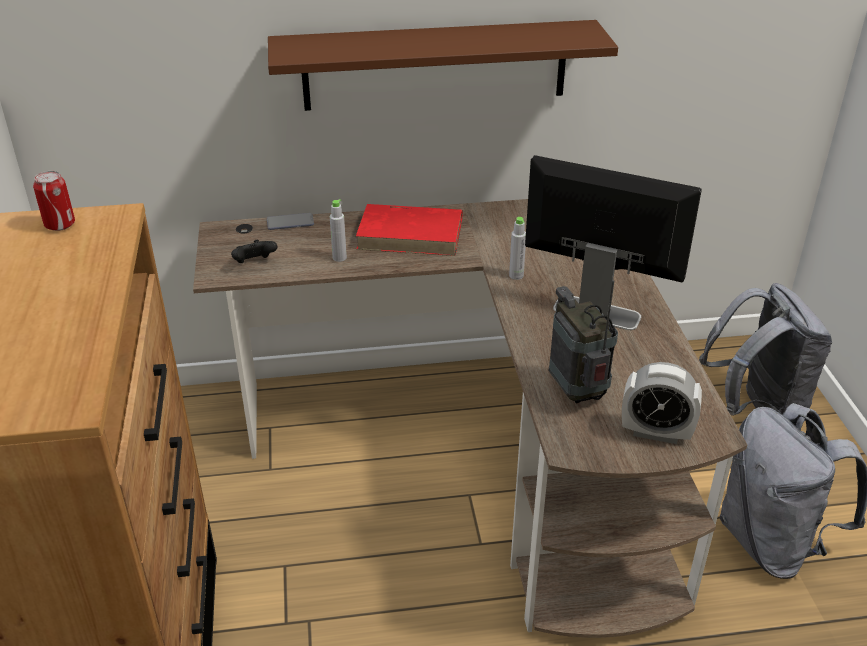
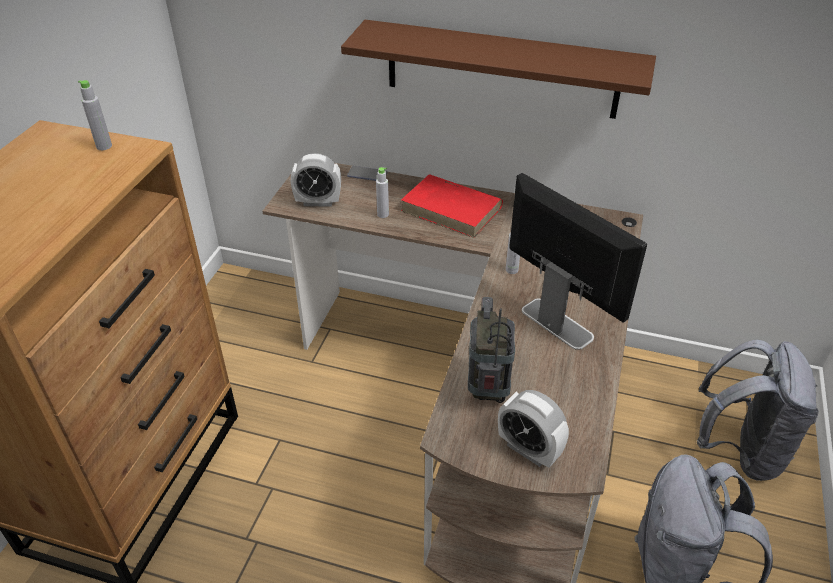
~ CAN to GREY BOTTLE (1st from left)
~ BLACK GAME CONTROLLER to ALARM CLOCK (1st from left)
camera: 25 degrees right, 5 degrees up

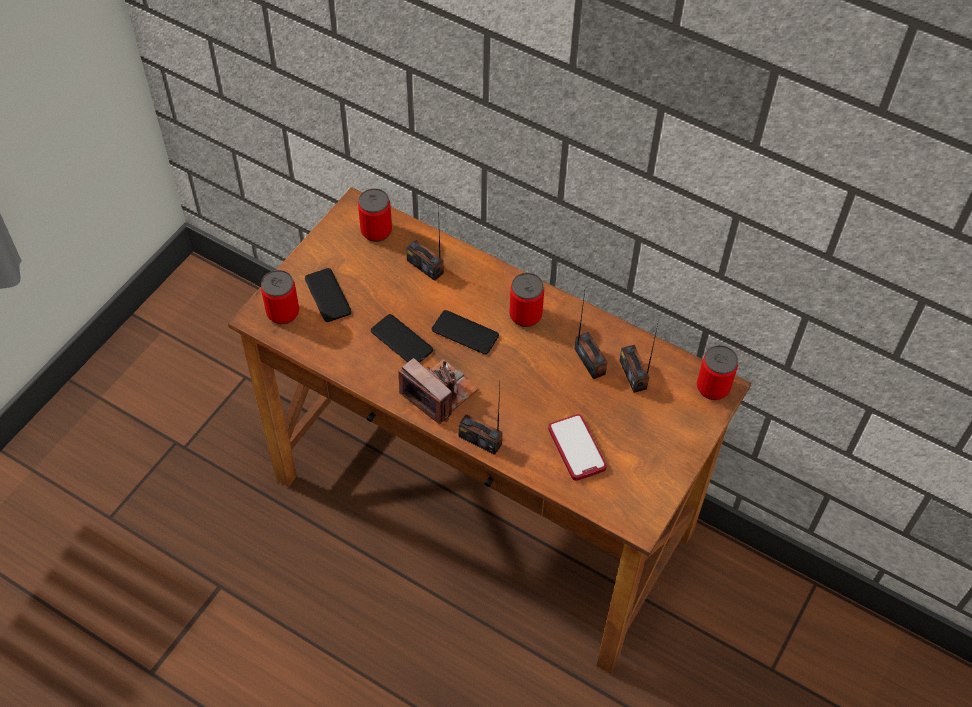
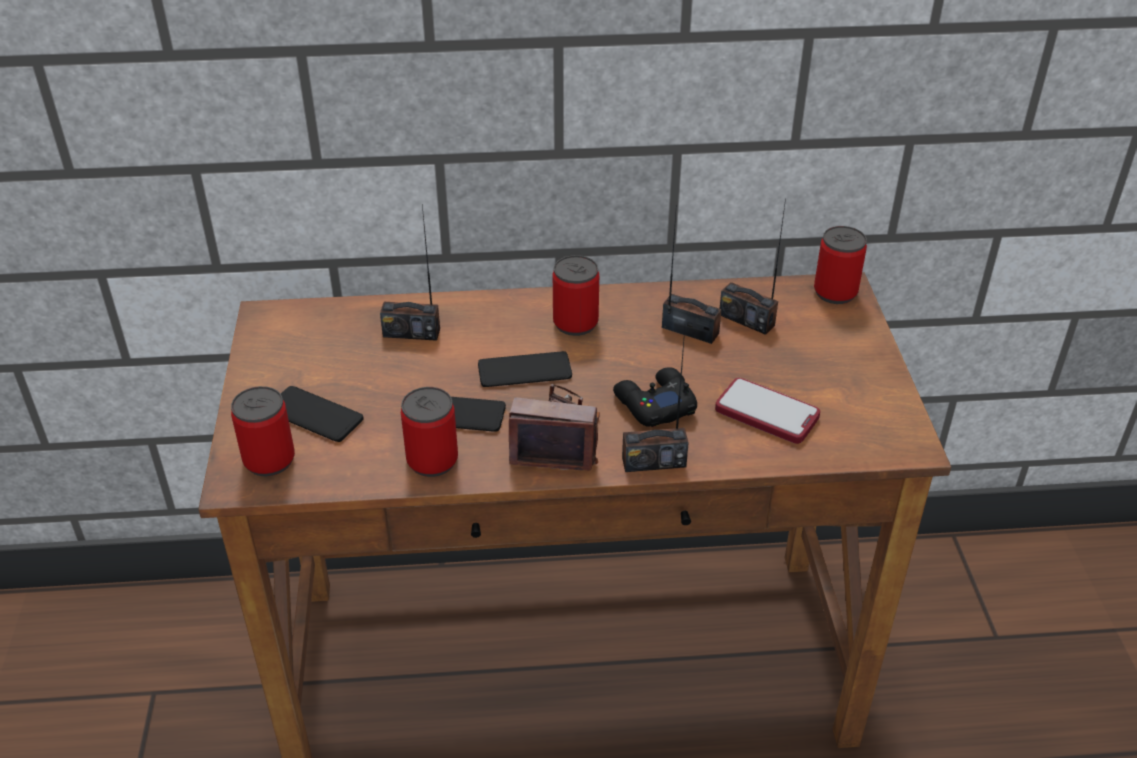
+ BLACK GAME CONTROLLER
~ CAN (2nd from left)
camera: 35 degrees left, 15 degrees down

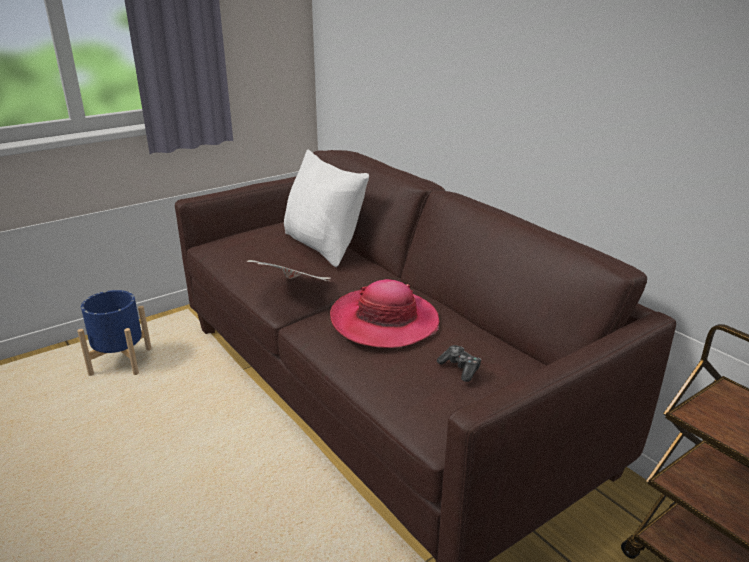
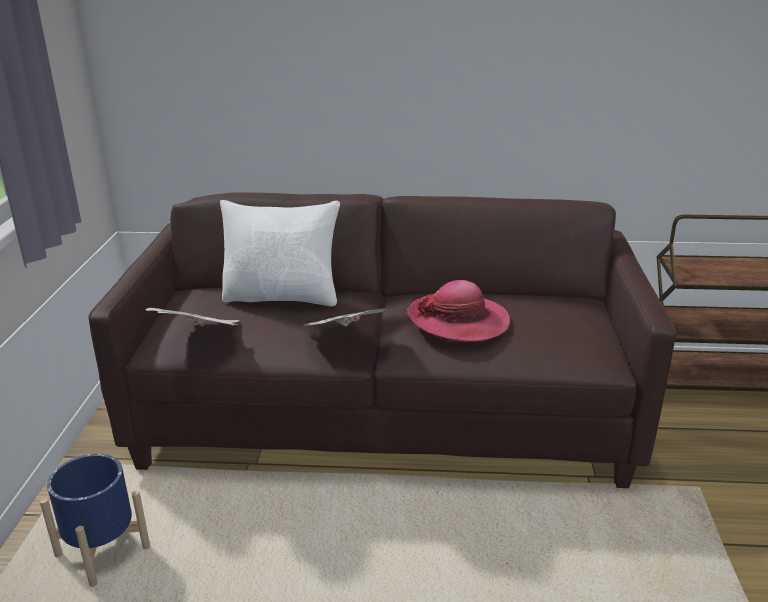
- GAME CONTROLLER
+ NEWSPAPER (1st from left)
camera: 50 degrees left, 0 degrees up

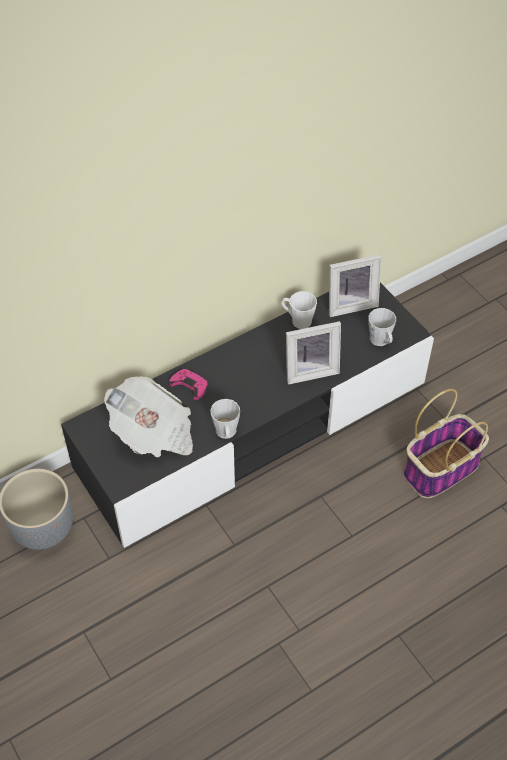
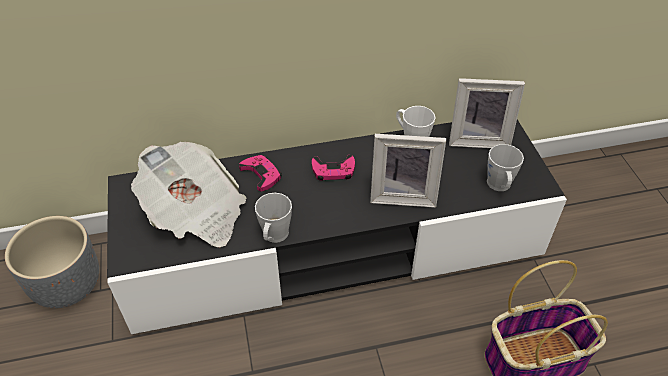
+ PINK GAME CONTROLLER (2nd from left)
camera: 20 degrees right, 5 degrees down

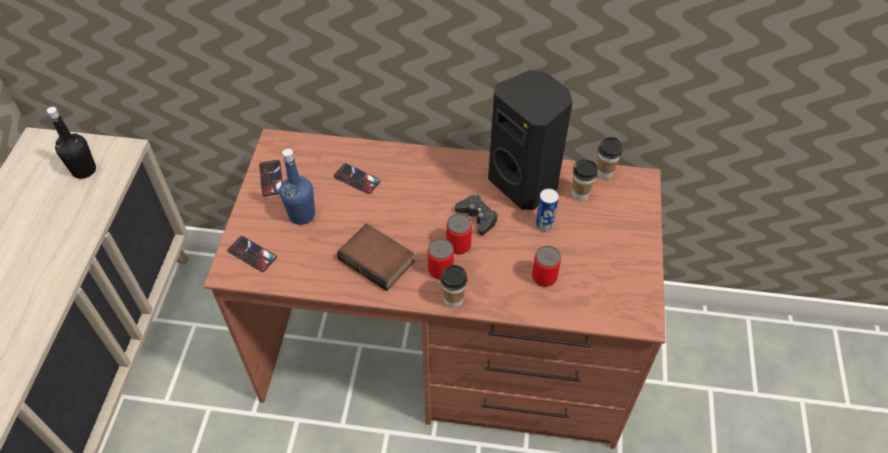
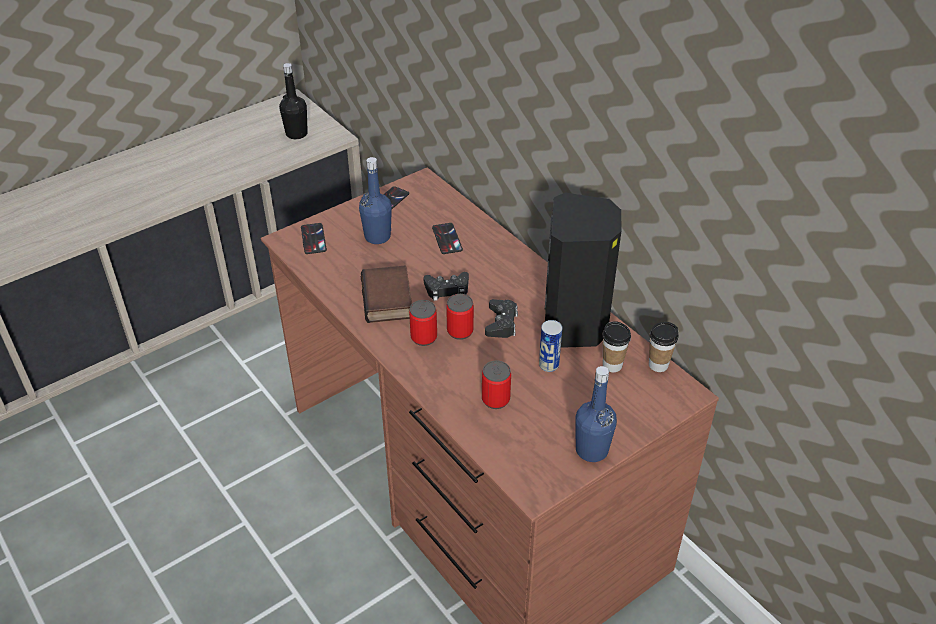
- CUP (1st from left)
+ BLACK GAME CONTROLLER (1st from left)
+ BLUE BOTTLE (2nd from left)
camera: 45 degrees right, 10 degrees down

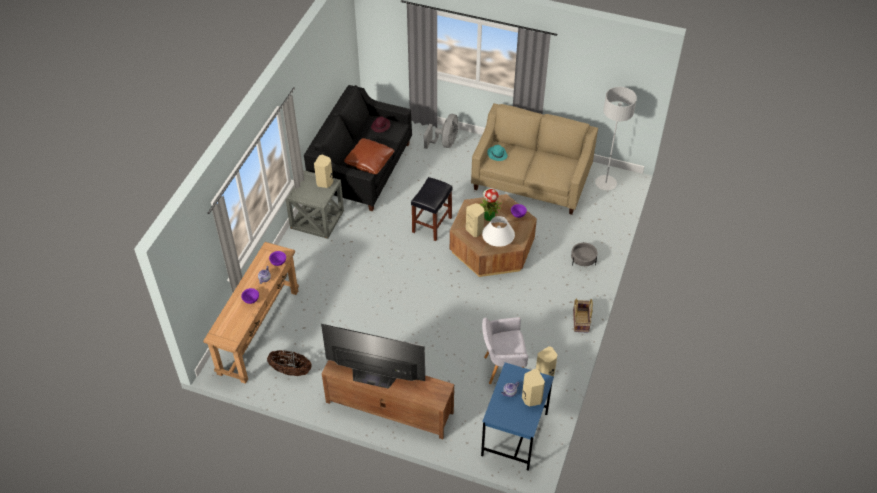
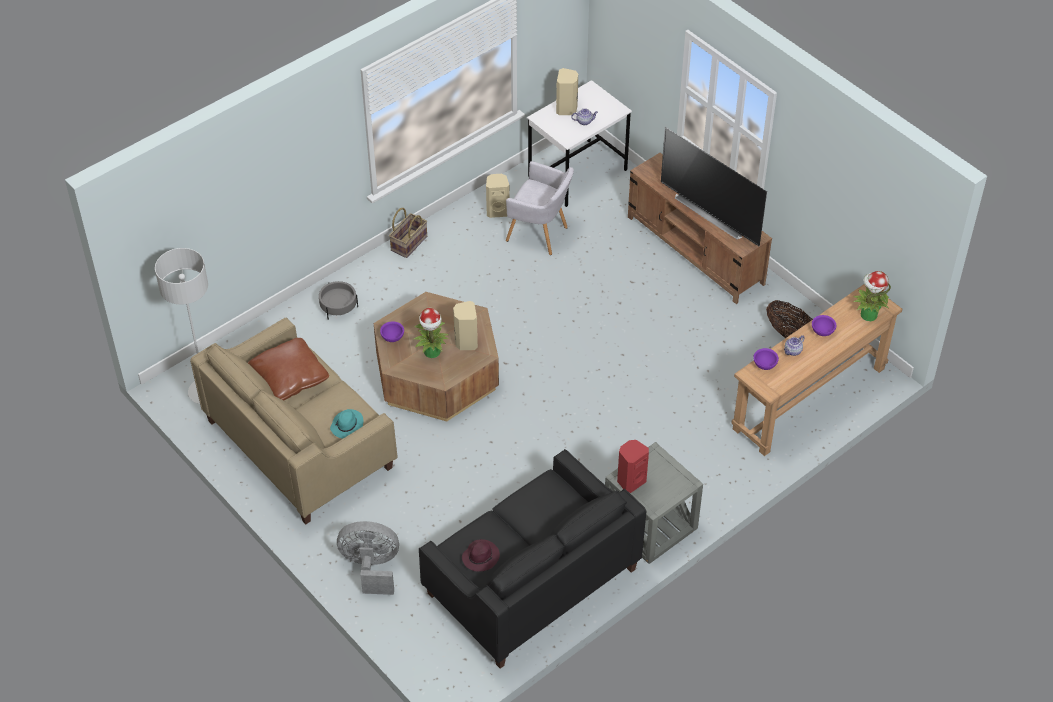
- BLACK STOOL
- WHITE TABLE LAMP
+ POTTED PLANT (2nd from left)
~ BROWN PILLOW
~ BEIGE SPEAKER (1st from left) to RED SPEAKER
~ BLUE DESK to WHITE DESK
~ GREY FAN 45 degrees clockwise
camera: 150 degrees left, 0 degrees up

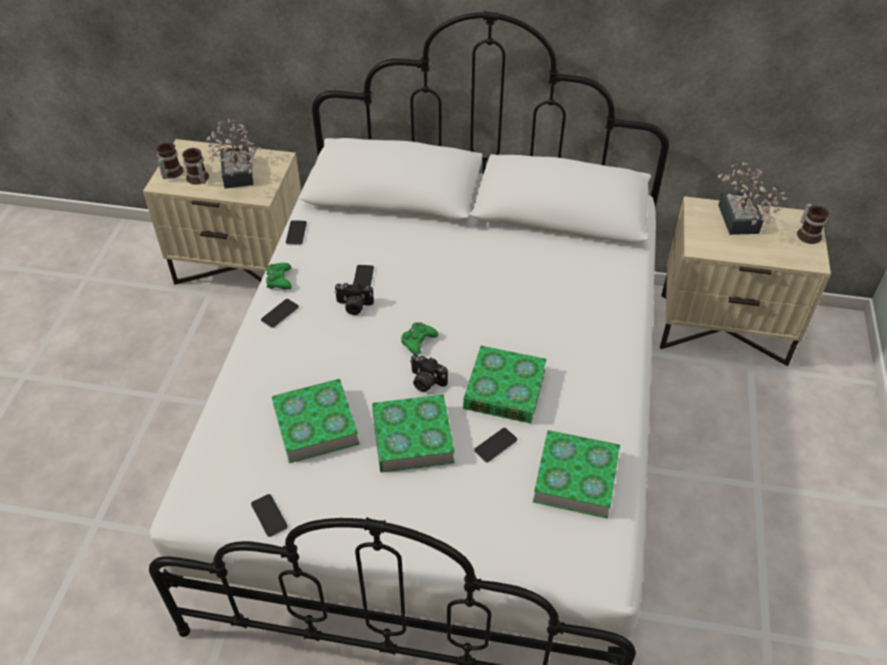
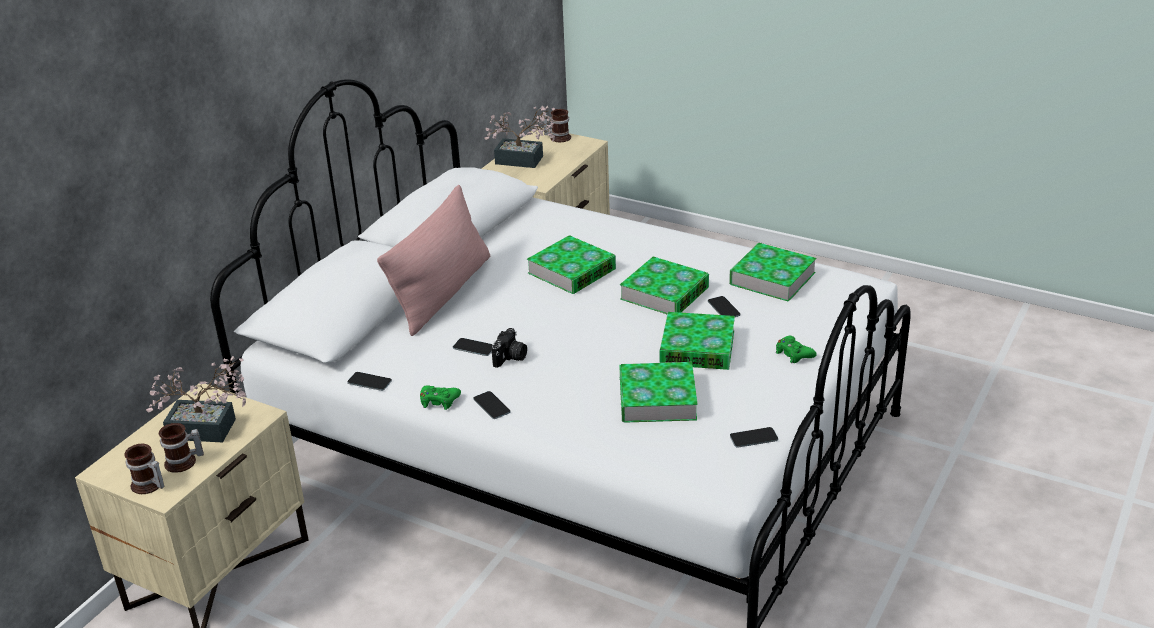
- PHOTO CAMERA (2nd from left)
+ PINK PILLOW
+ BOOK (1st from left)
~ GREEN GAME CONTROLLER (2nd from left)
camera: 70 degrees left, 15 degrees down

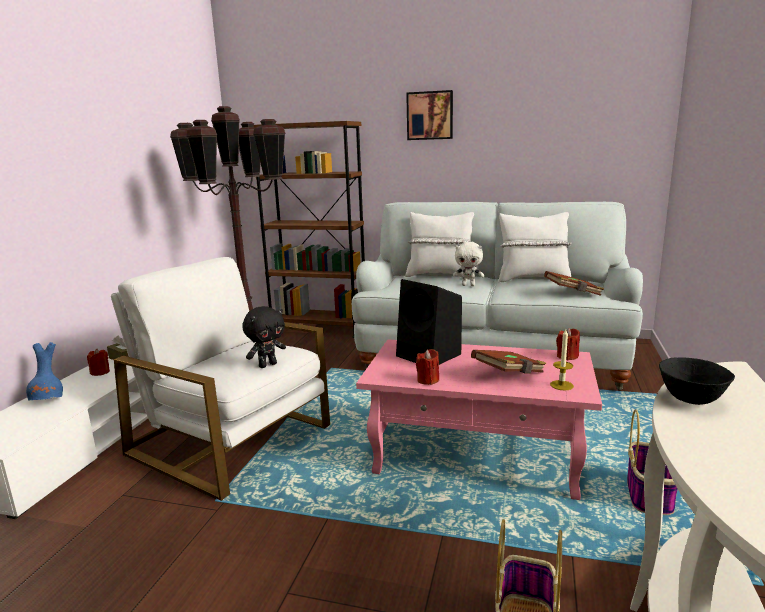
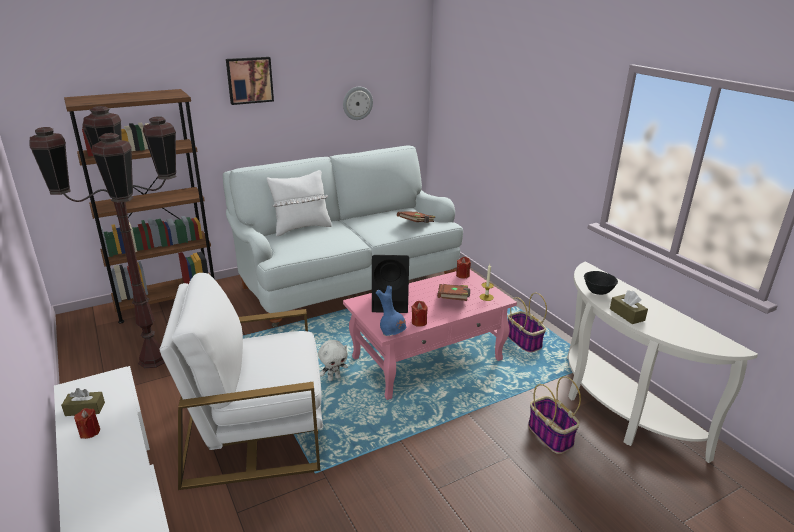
- BLACK PLUSH TOY
- WHITE PILLOW (2nd from left)
+ WALL CLOCK
+ BROWN TISSUE BOX (2nd from left)
~ BLUE VASE
~ WHITE PLUSH TOY
camera: 45 degrees left, 10 degrees up

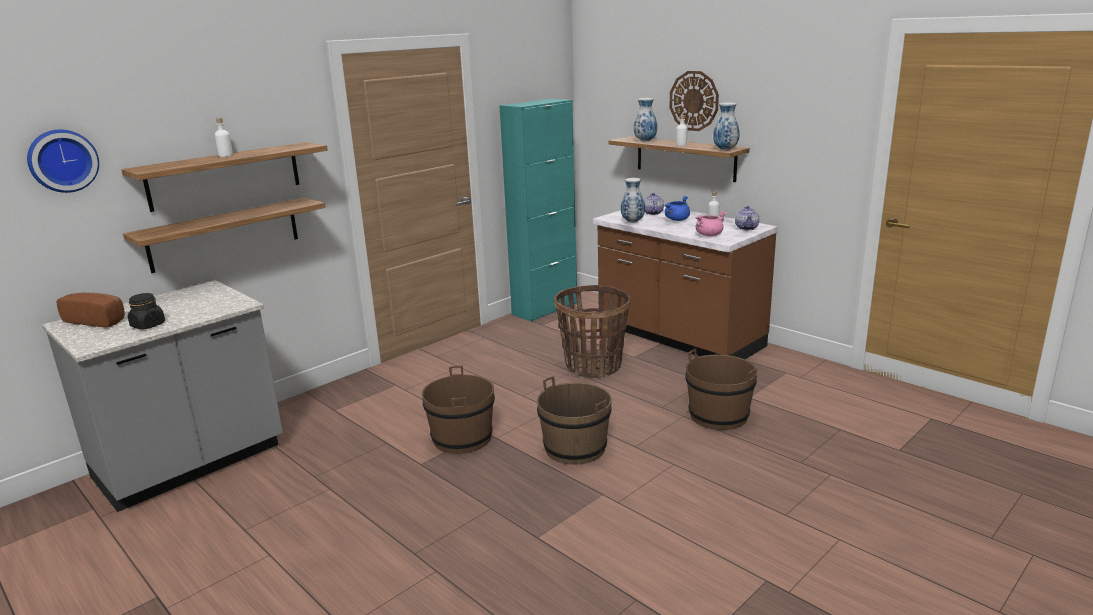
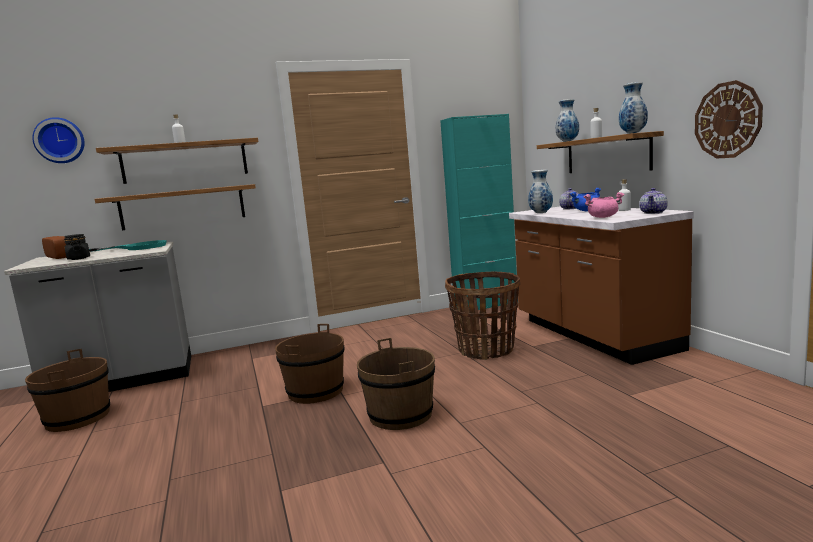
+ TURQUOISE FRYING PAN
~ WALL CLOCK (2nd from left)
~ BROWN BUCKET (3rd from left in the first image) to BROWN BUCKET (1st from left)
camera: 25 degrees right, 10 degrees down

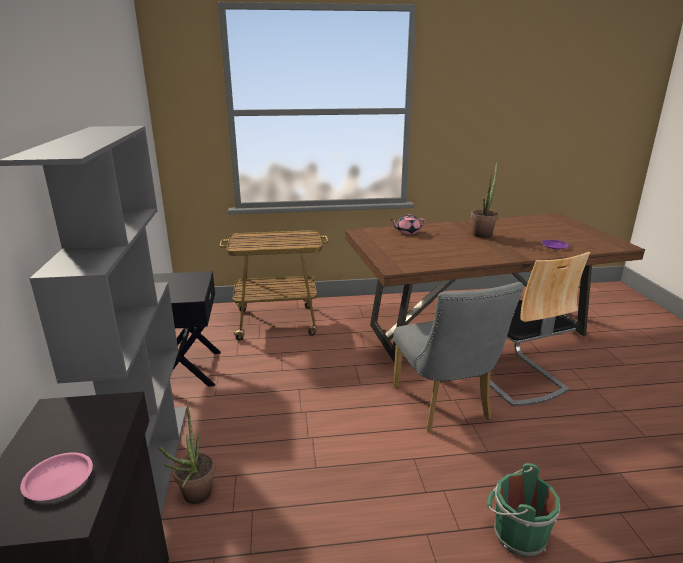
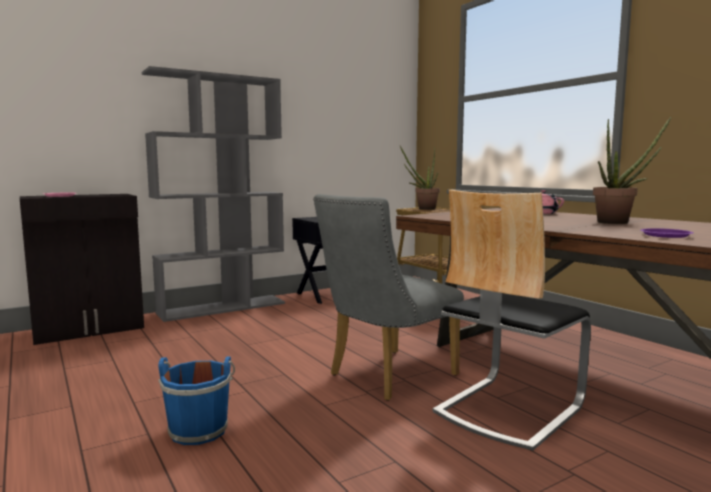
~ POTTED PLANT (1st from left)
~ GREEN BUCKET to BLUE BUCKET
camera: 65 degrees right, 15 degrees down

